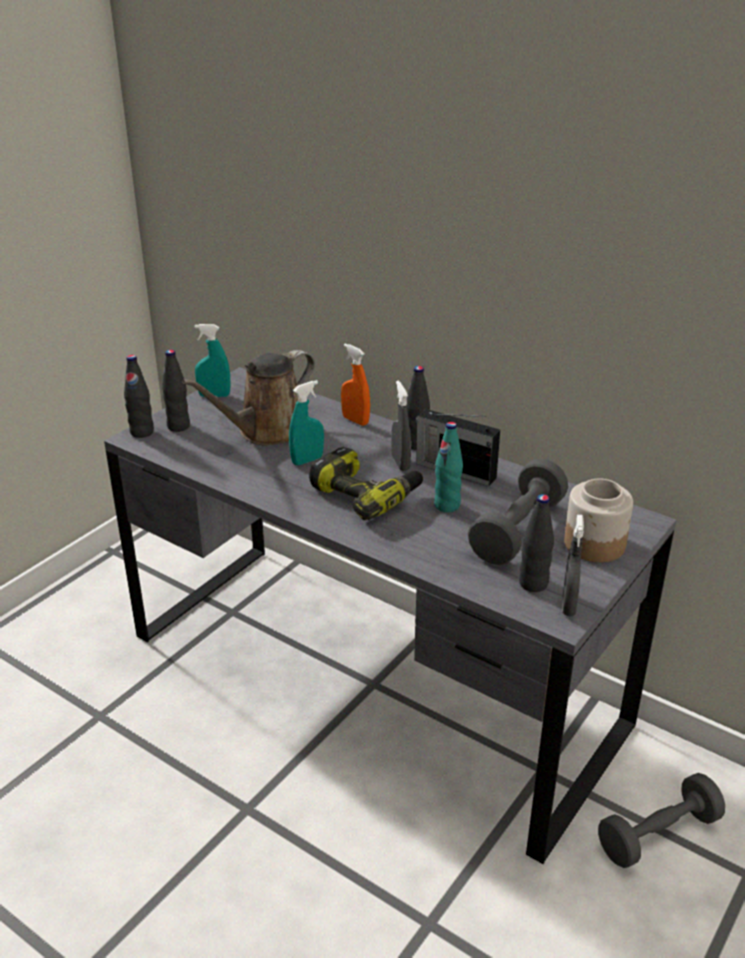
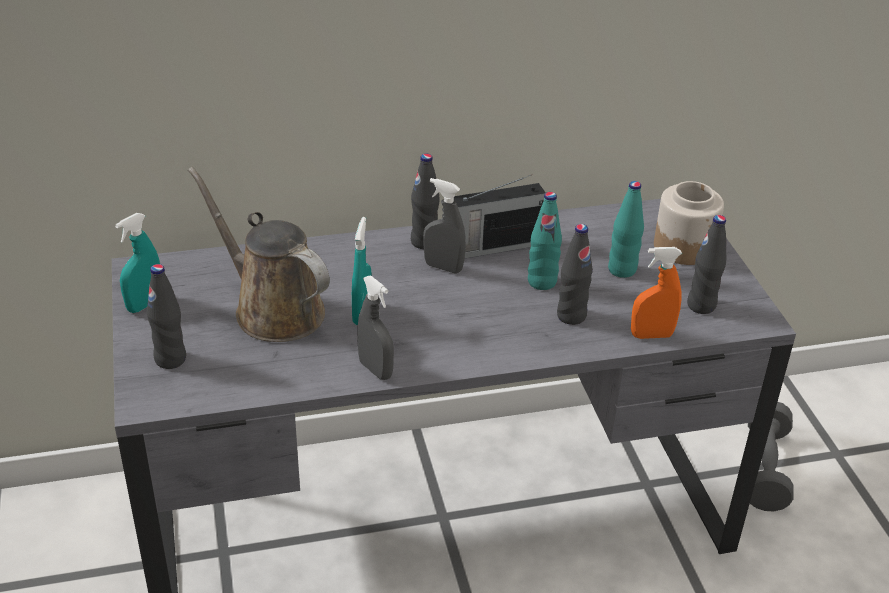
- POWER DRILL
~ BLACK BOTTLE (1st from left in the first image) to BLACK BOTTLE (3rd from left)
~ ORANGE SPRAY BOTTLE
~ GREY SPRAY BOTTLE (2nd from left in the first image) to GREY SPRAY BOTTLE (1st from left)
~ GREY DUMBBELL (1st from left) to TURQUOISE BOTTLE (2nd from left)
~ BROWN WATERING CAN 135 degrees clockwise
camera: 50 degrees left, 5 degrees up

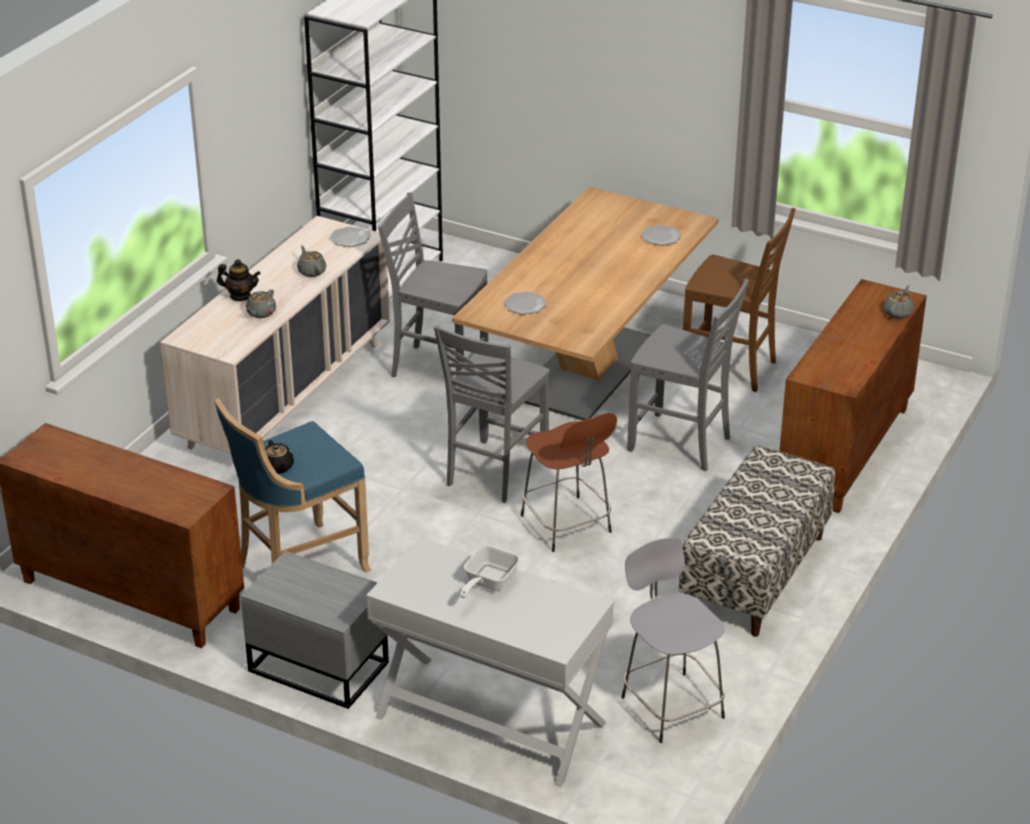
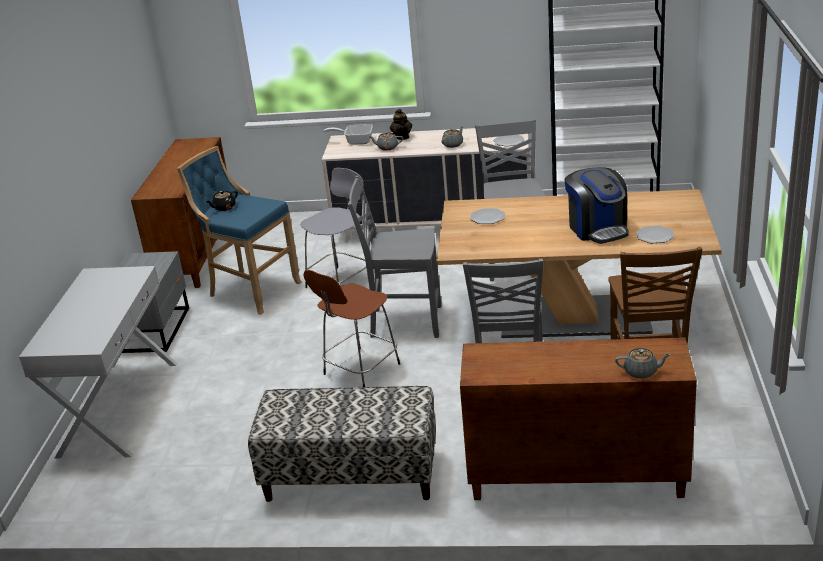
+ COFFEE MACHINE
~ FRYING PAN
~ GREY STOOL
camera: 70 degrees right, 5 degrees down

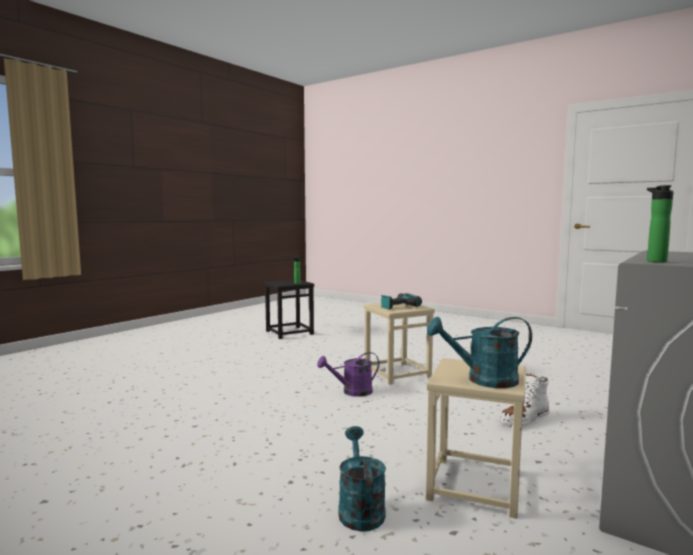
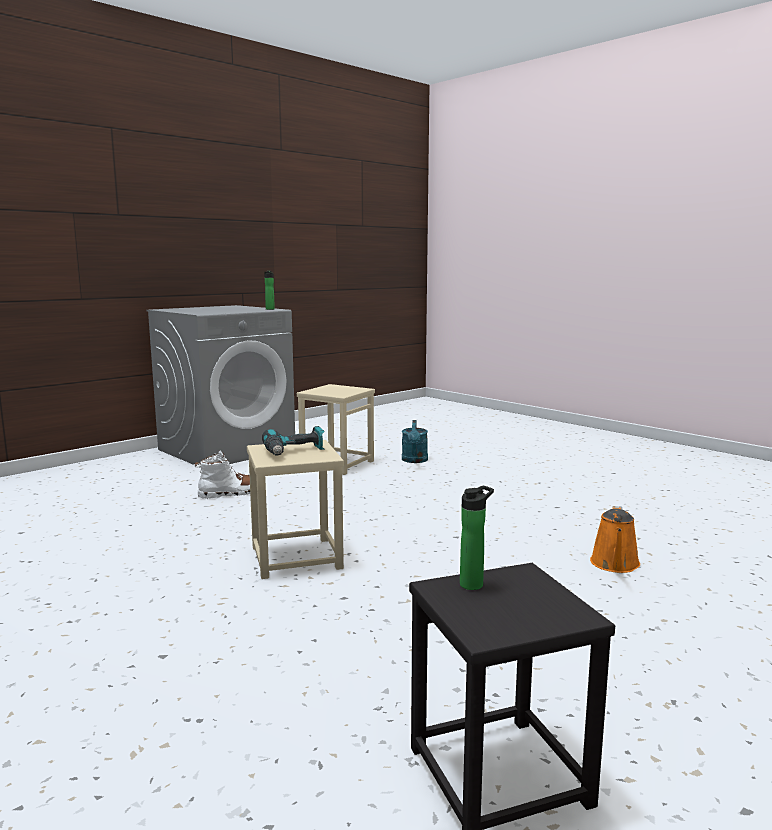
- PURPLE WATERING CAN
- TURQUOISE WATERING CAN (2nd from left)
+ ORANGE WATERING CAN
camera: 170 degrees left, 5 degrees up

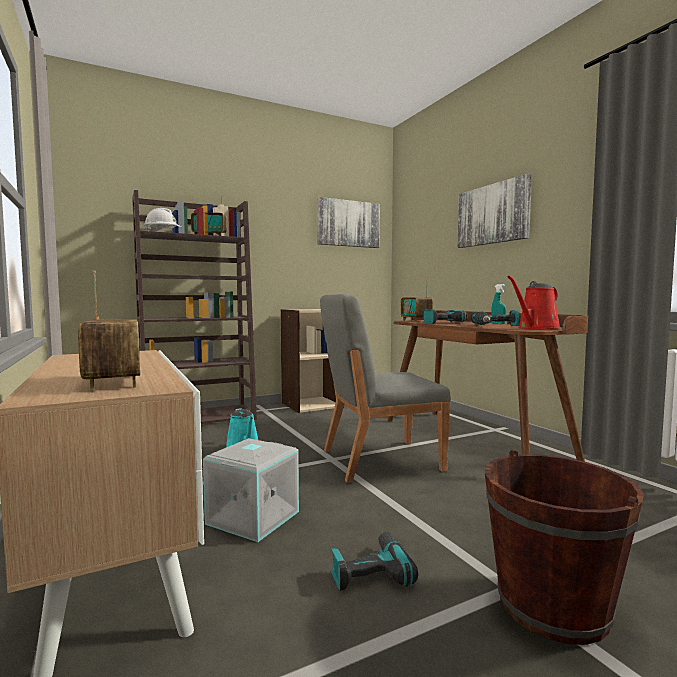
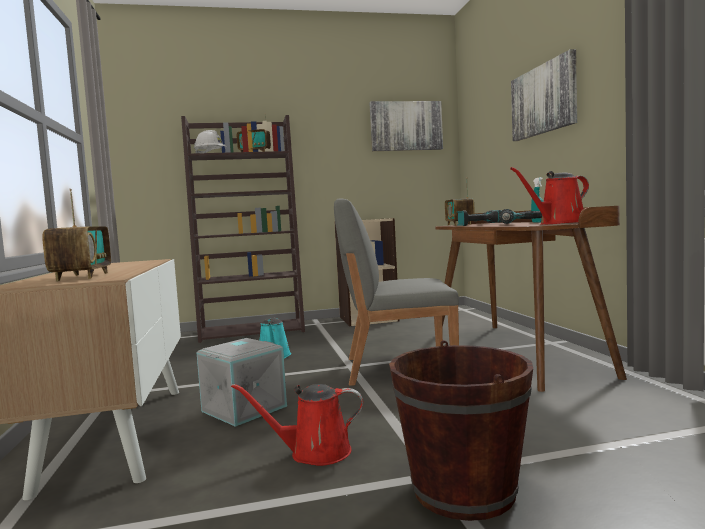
~ POWER DRILL (1st from left) to RED WATERING CAN (1st from left)
camera: 15 degrees right, 0 degrees up

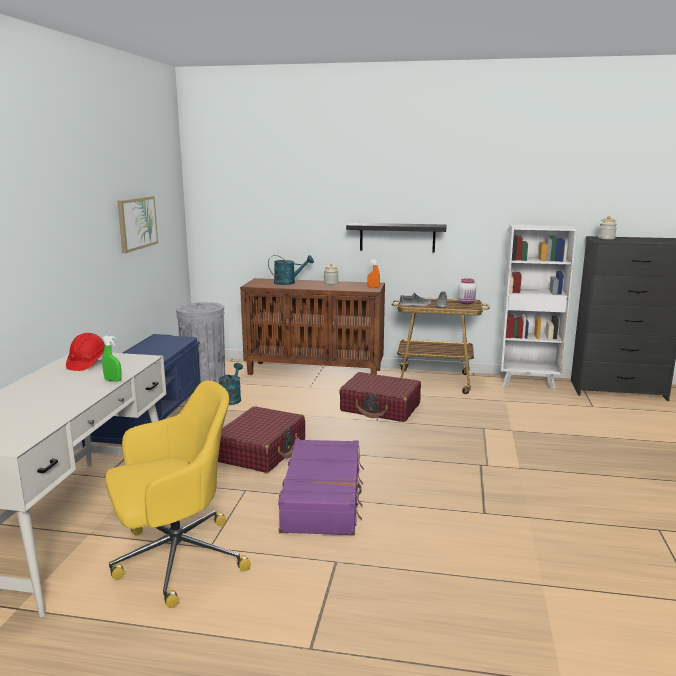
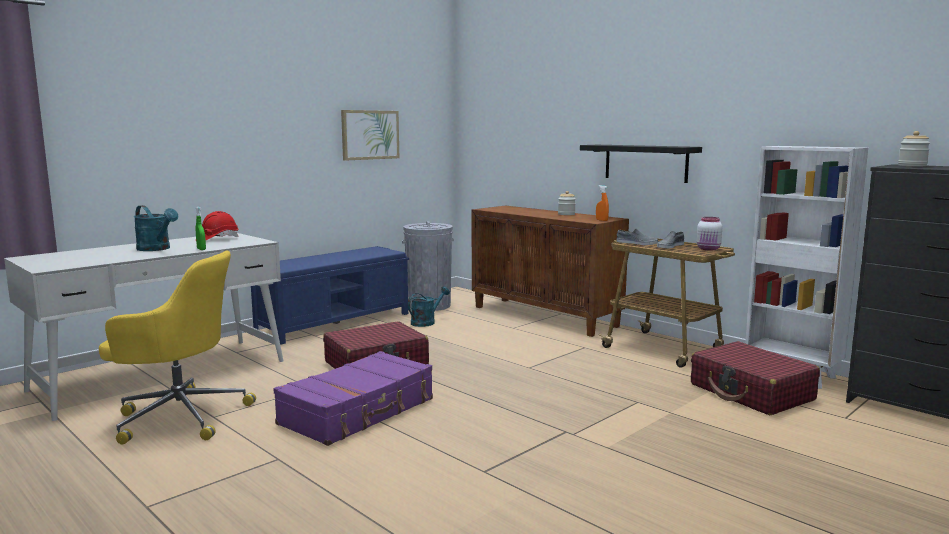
~ TURQUOISE WATERING CAN (2nd from left in the first image) to TURQUOISE WATERING CAN (1st from left)
~ RED SUITCASE (2nd from left)
camera: 35 degrees right, 5 degrees down

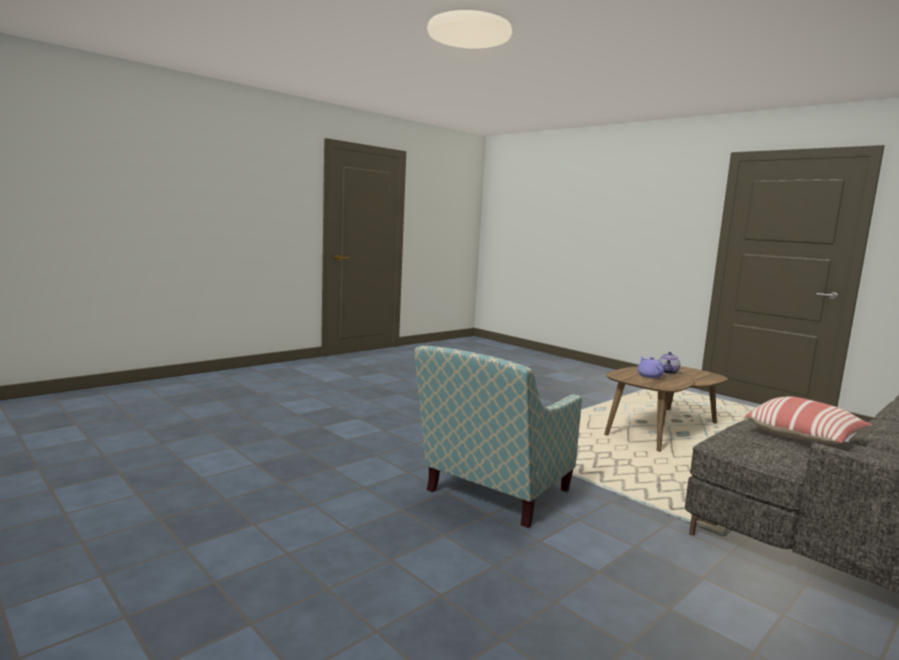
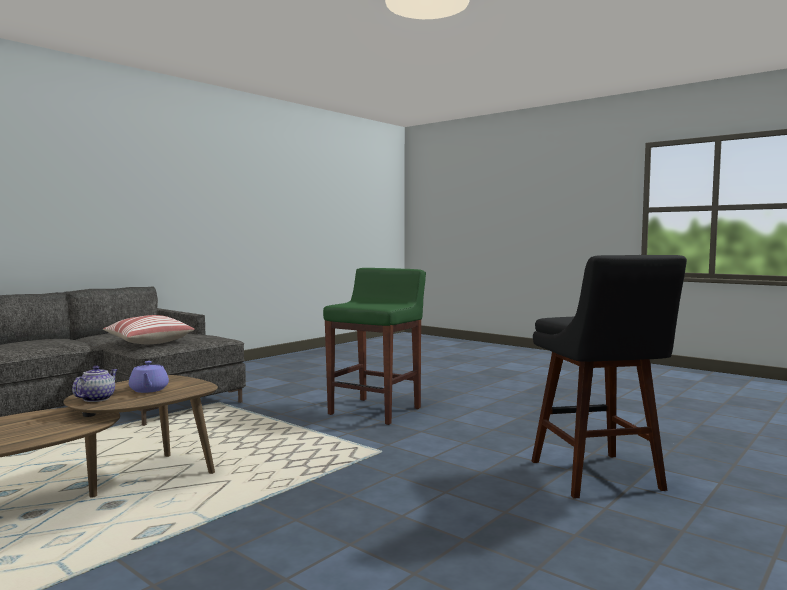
+ BLACK STOOL
~ ARMCHAIR to GREEN STOOL
camera: 175 degrees right, 5 degrees down

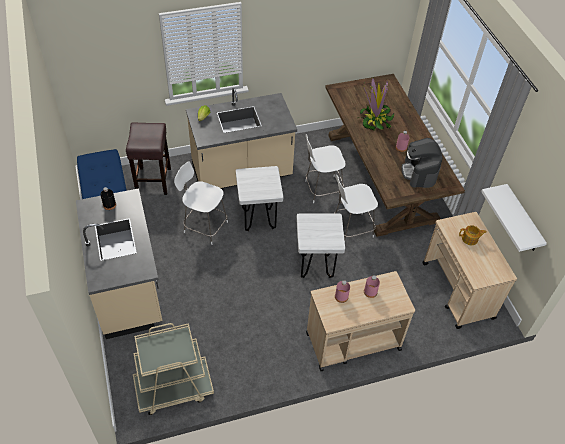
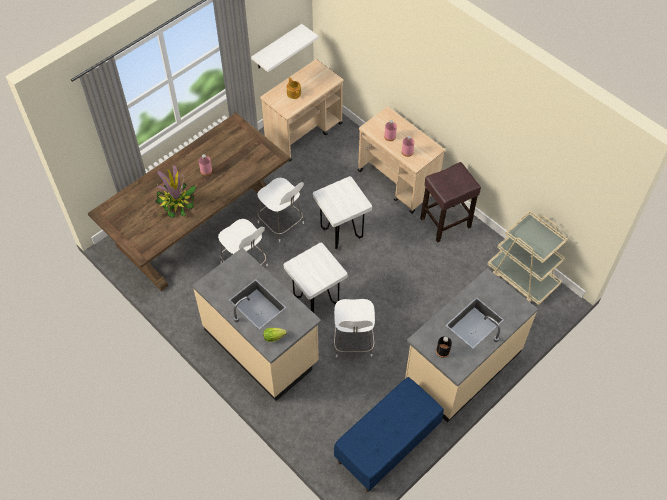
- COFFEE MACHINE
~ BROWN STOOL
camera: 115 degrees left, 5 degrees up

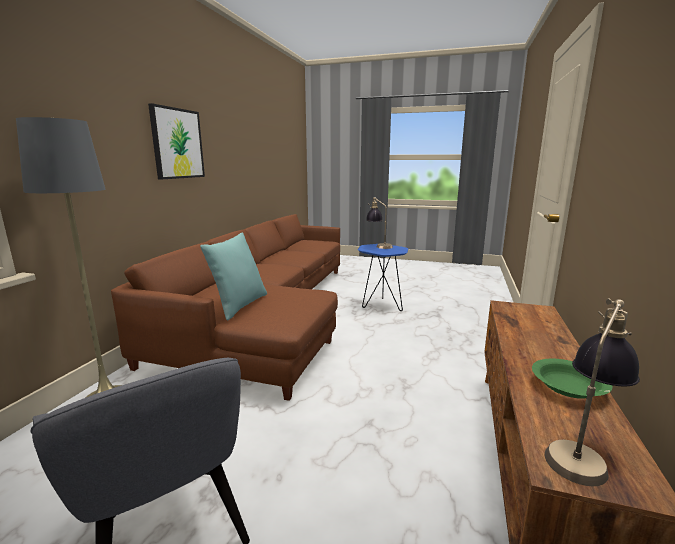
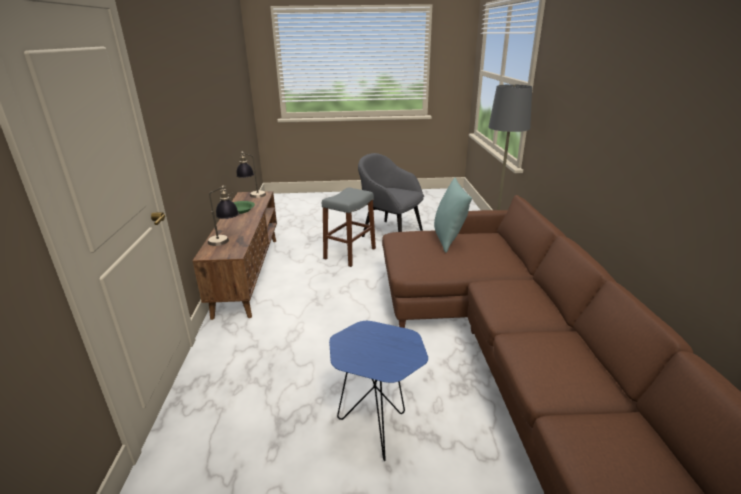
- PICTURE
+ GREY STOOL
~ TABLE LAMP (1st from left)
camera: 160 degrees right, 10 degrees up

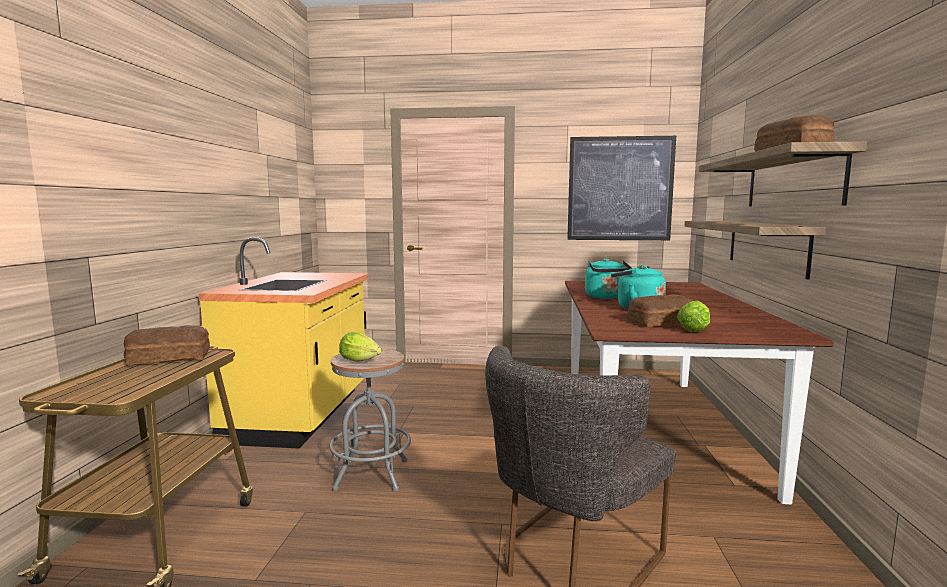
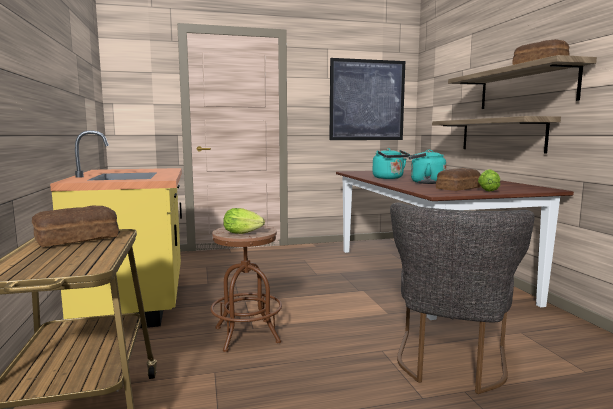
~ GREY STOOL to BROWN STOOL
camera: 20 degrees left, 0 degrees up

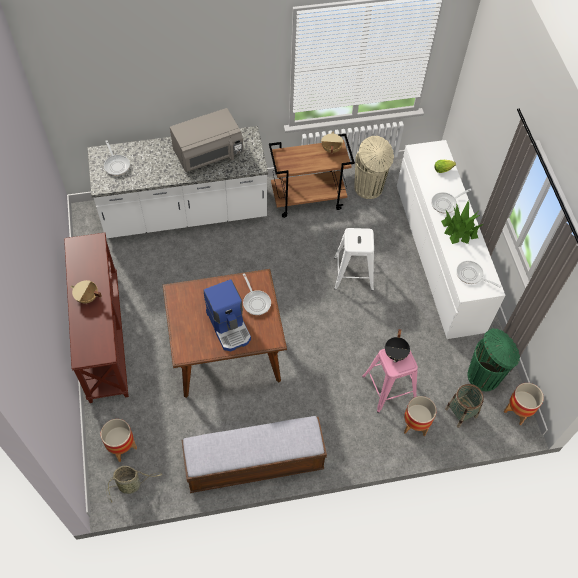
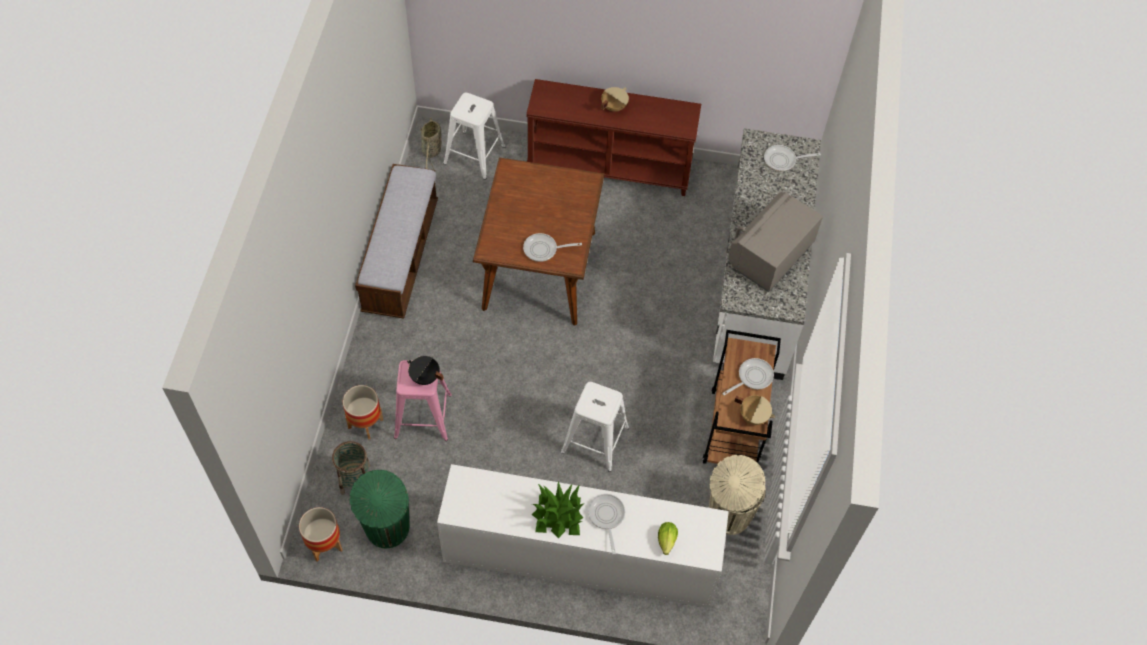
- COFFEE MACHINE
~ FRYING PAN (4th from left in the first image) to FRYING PAN (3rd from left)
~ PLANTER (1st from left) to WHITE STOOL (1st from left)
~ GREY MICROWAVE 45 degrees clockwise
camera: 110 degrees right, 0 degrees up

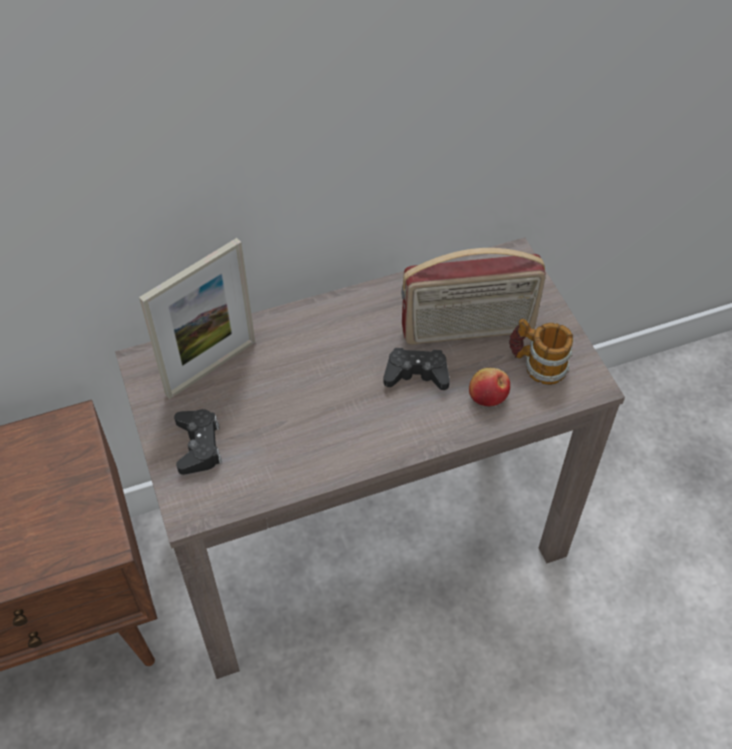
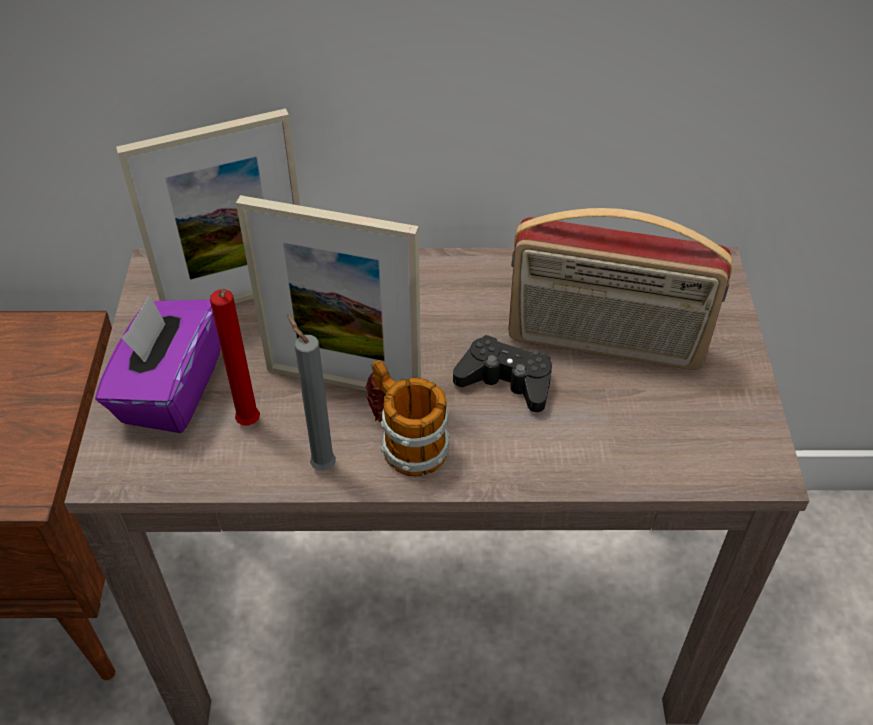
- APPLE
+ RED CANDLE
+ PICTURE FRAME (2nd from left)
+ GREY CANDLE
~ MUG
~ BLACK GAME CONTROLLER (1st from left) to PURPLE TISSUE BOX
camera: 20 degrees right, 5 degrees down

